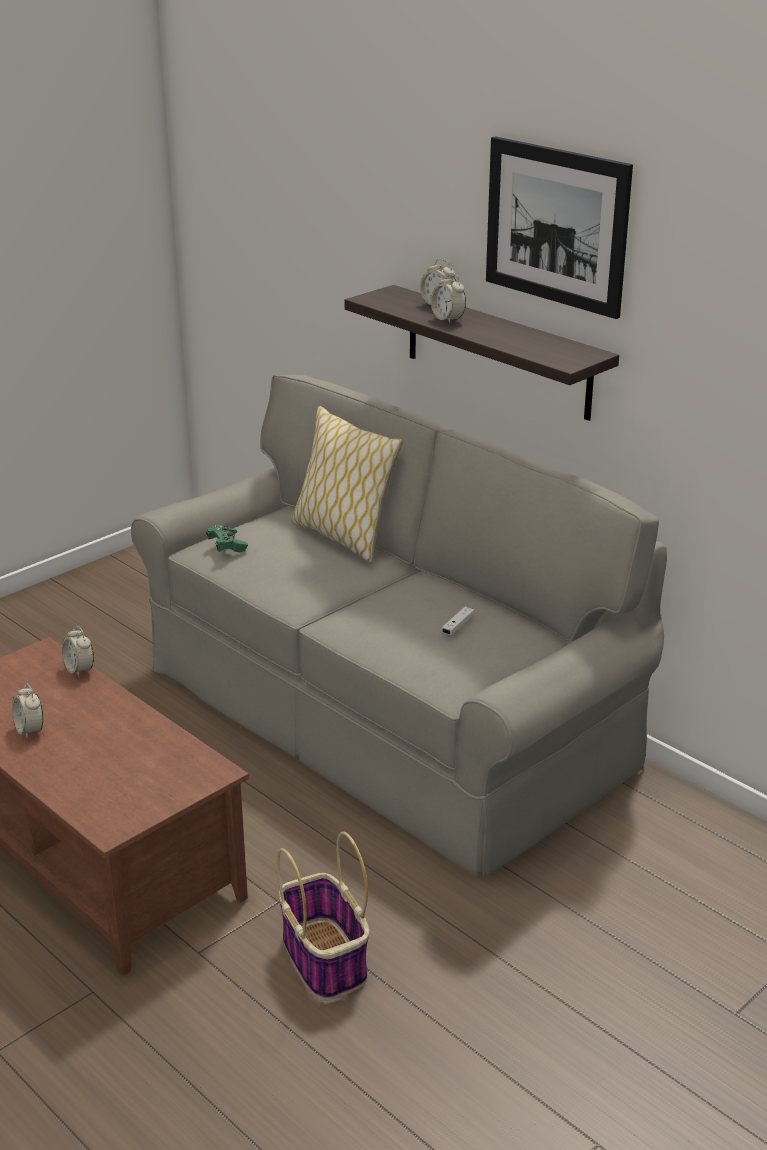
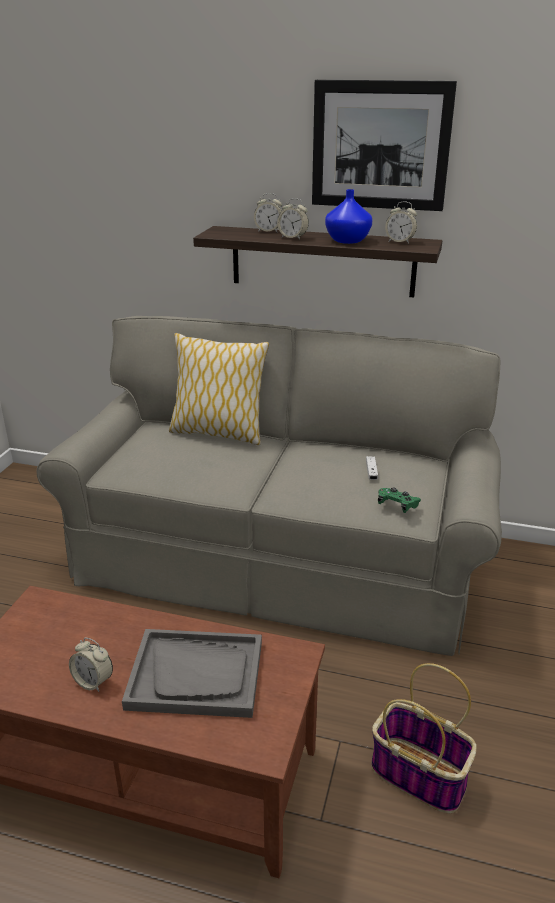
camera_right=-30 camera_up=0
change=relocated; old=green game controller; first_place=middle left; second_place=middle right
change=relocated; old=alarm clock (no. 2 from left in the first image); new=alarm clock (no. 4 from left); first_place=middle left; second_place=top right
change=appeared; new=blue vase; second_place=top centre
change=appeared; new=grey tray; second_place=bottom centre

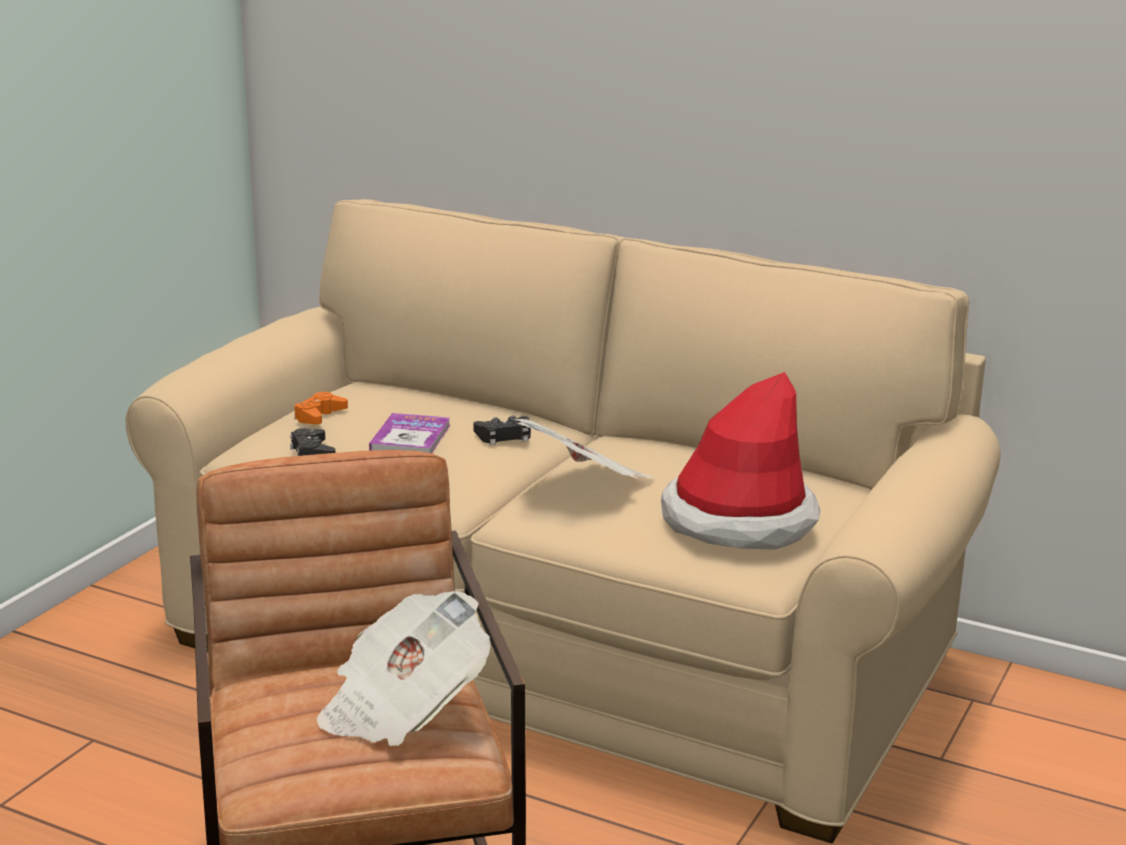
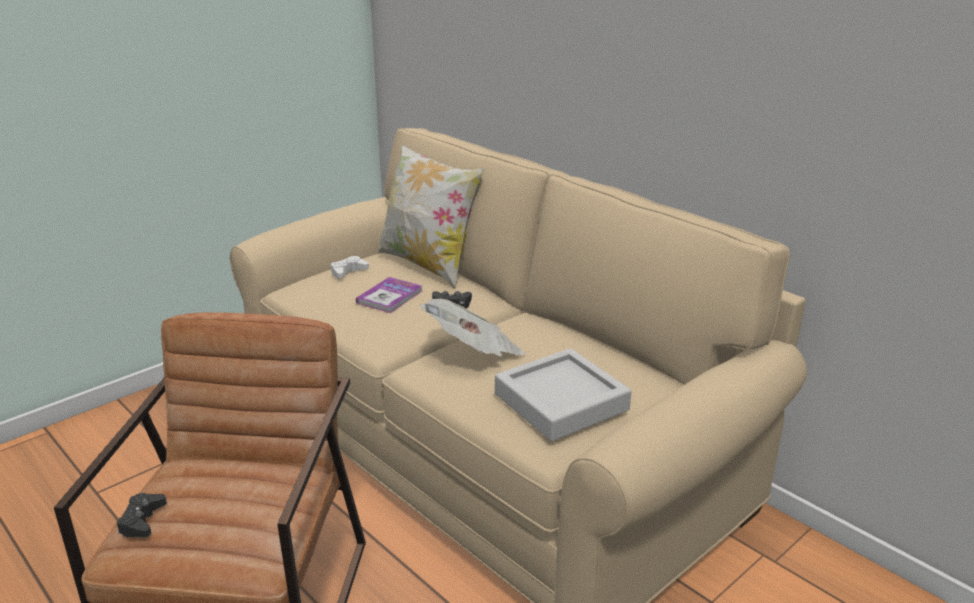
camera_right=20 camera_up=5
change=exchanged; old=hat; new=grey tray; first_place=centre; second_place=centre
change=colour; old=orange game controller; new=white game controller; first_place=middle left; second_place=centre
change=relocated; old=black game controller (no. 1 from left); first_place=middle left; second_place=bottom left
change=missing; old=newspaper (no. 1 from left); first_place=bottom centre
change=appeared; new=pillow; second_place=centre

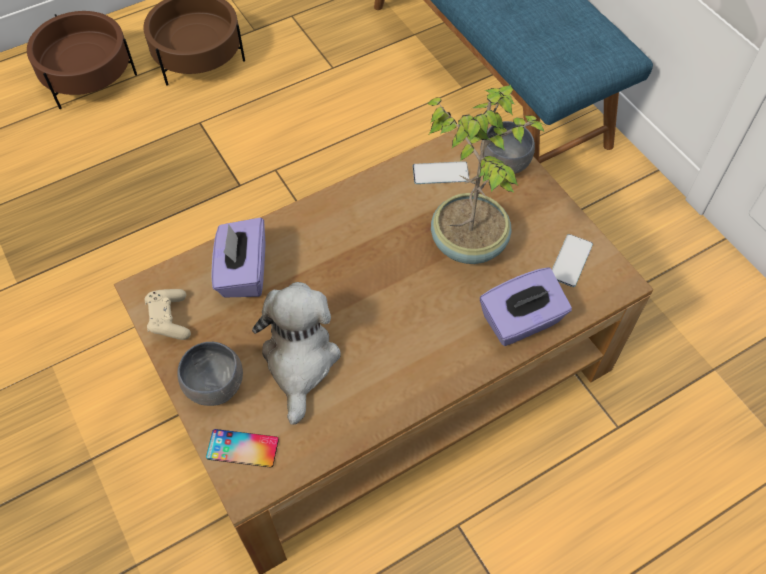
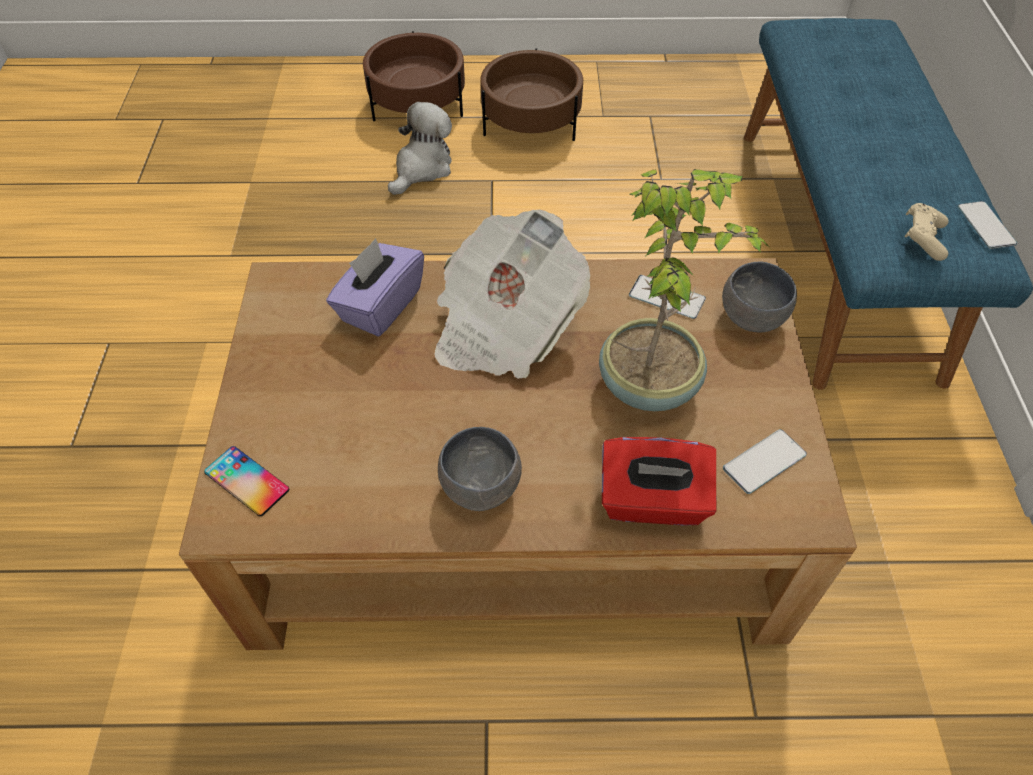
camera_right=30 camera_up=-5
change=colour; old=purple tissue box (no. 2 from left); new=red tissue box; first_place=middle right; second_place=centre
change=relocated; old=plush toy; first_place=centre; second_place=top centre
change=relocated; old=beige game controller; first_place=middle left; second_place=top right
change=relocated; old=grey bowl (no. 1 from left); first_place=middle left; second_place=centre
change=appeared; new=phone (no. 4 from left); second_place=top right
change=appeared; new=newspaper; second_place=centre

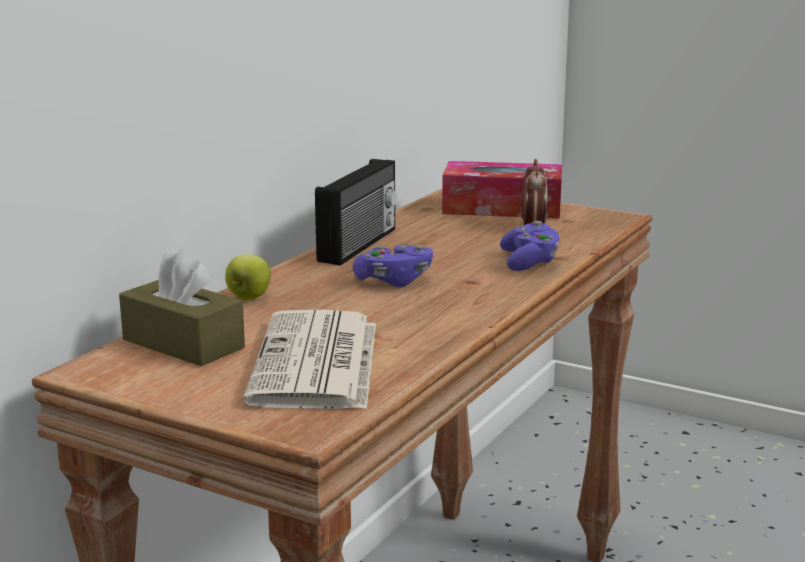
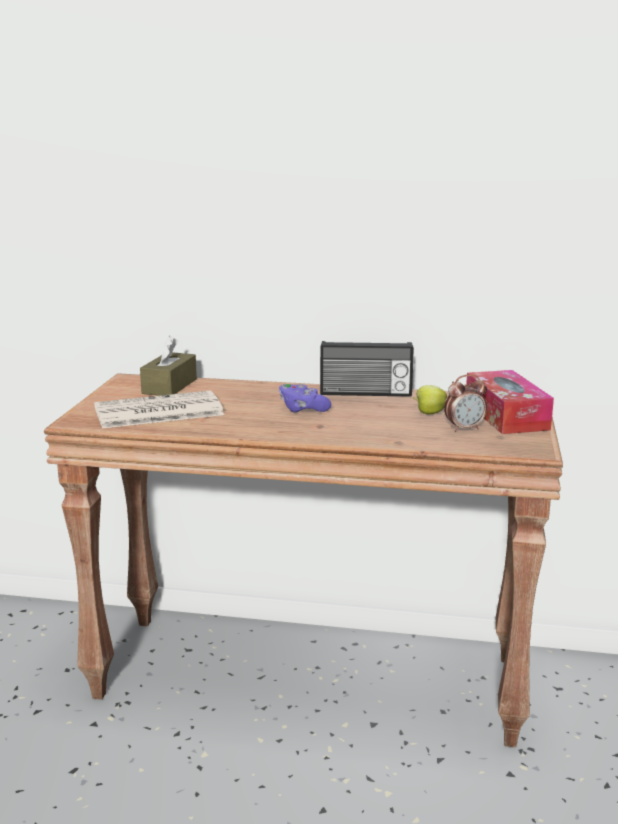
camera_right=70 camera_up=0
change=missing; old=purple game controller (no. 2 from left); first_place=centre
change=relocated; old=apple; first_place=middle left; second_place=middle right

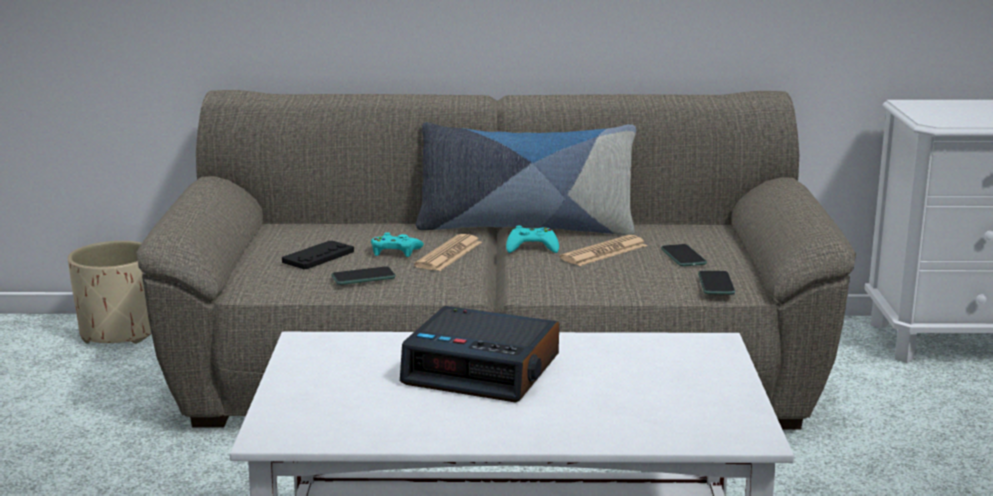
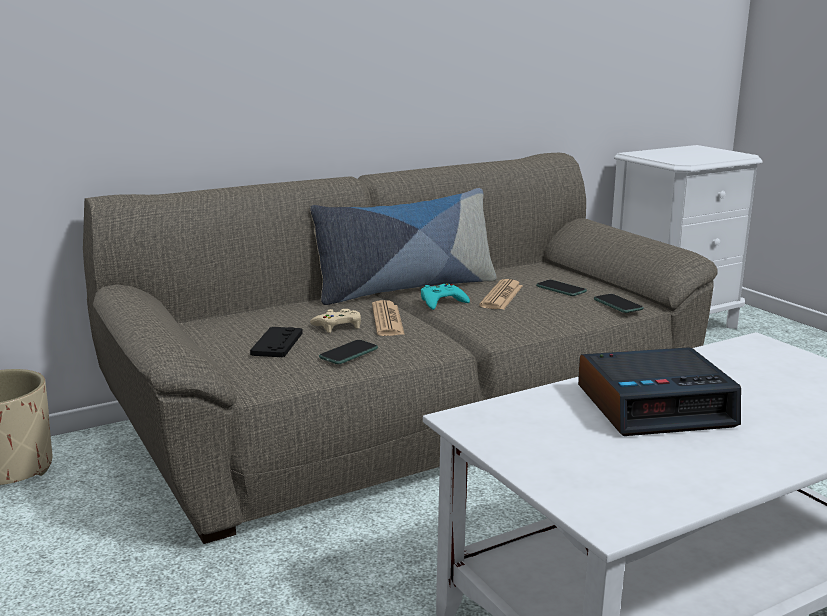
camera_right=-30 camera_up=0
change=colour; old=turquoise game controller (no. 1 from left); new=beige game controller; first_place=centre; second_place=centre

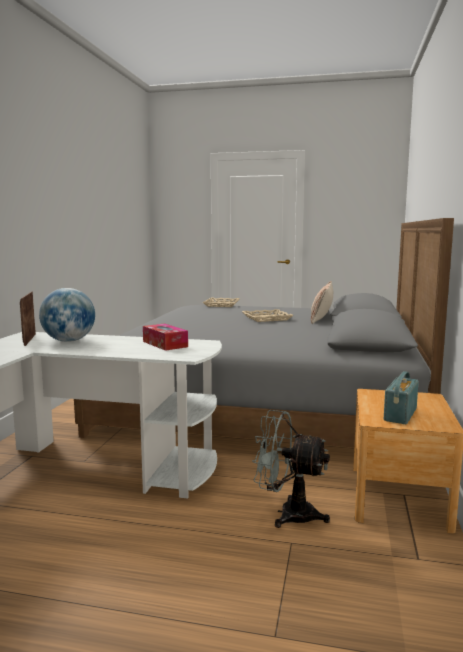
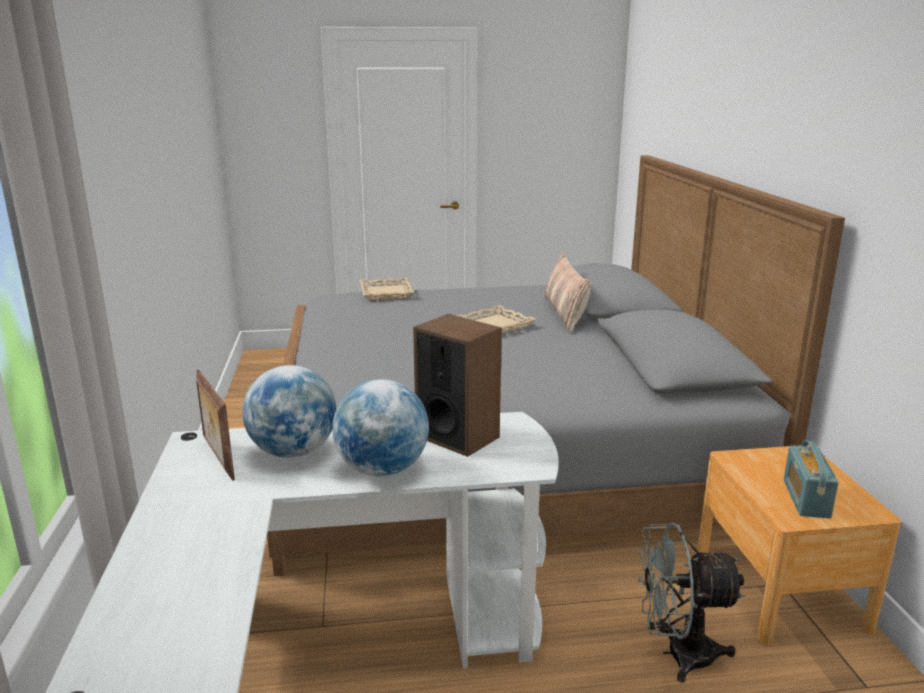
camera_right=-20 camera_up=10
change=exchanged; old=tissue box; new=speaker; first_place=centre; second_place=centre
change=appeared; new=globe (no. 2 from left); second_place=centre

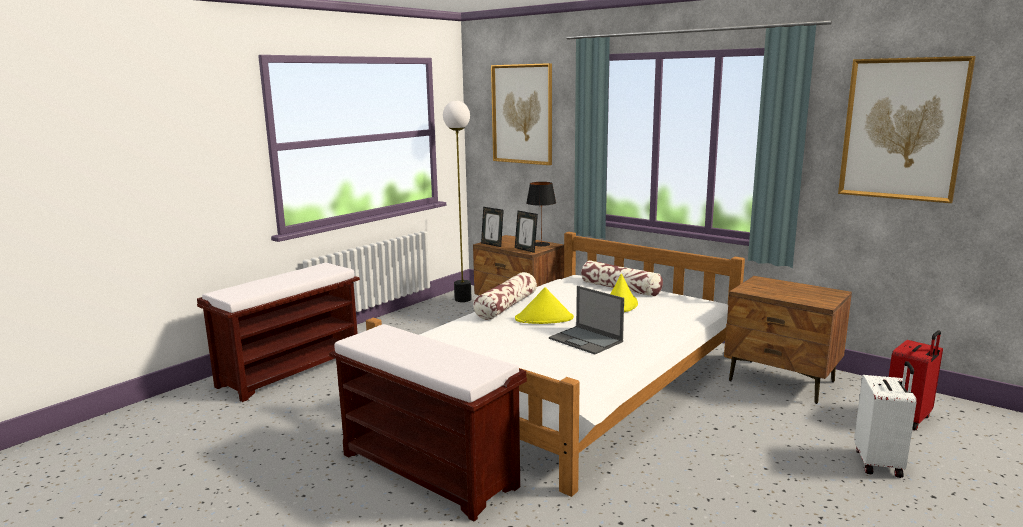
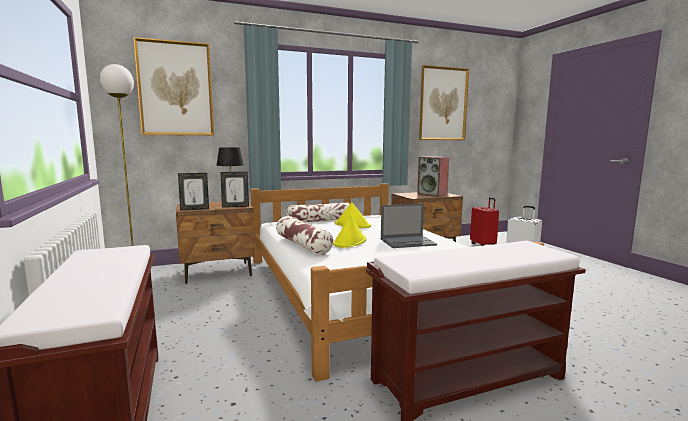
camera_right=-60 camera_up=-5
change=appeared; new=speaker; second_place=centre

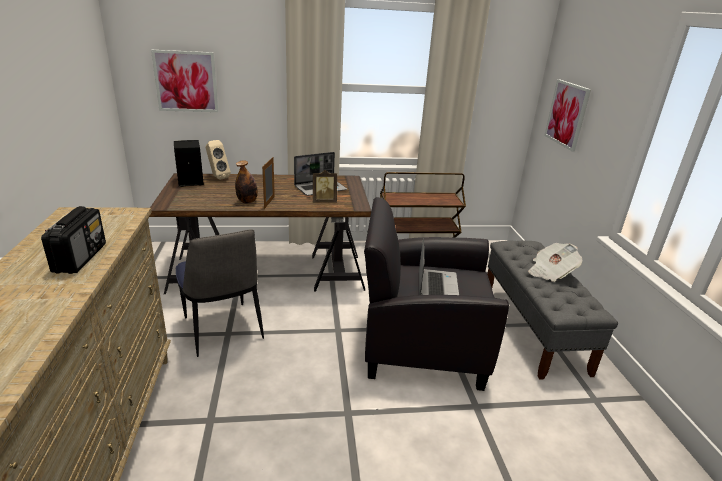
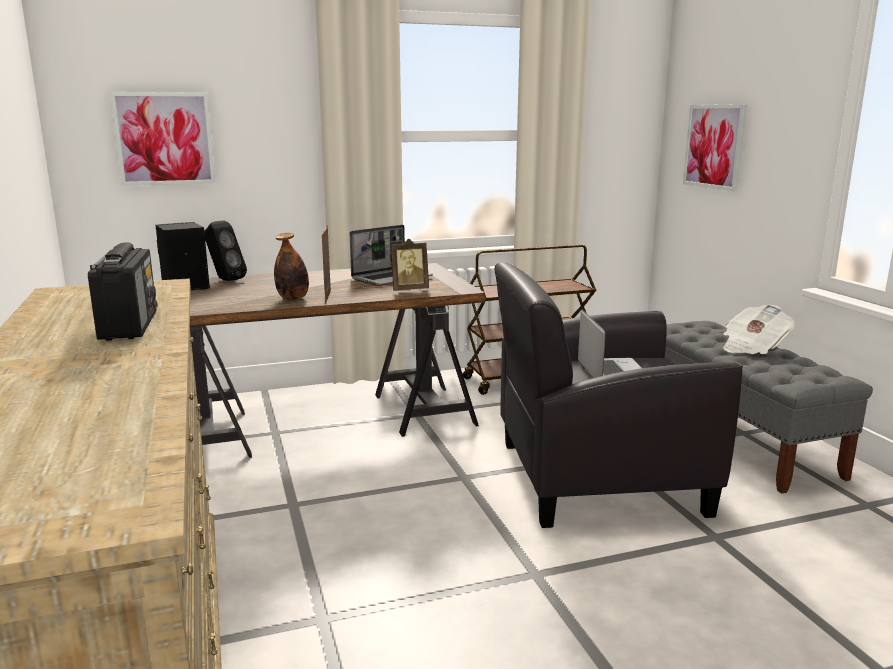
camera_right=-10 camera_up=-10
change=colour; old=beige speaker; new=black speaker (no. 2 from left); first_place=top left; second_place=middle left
change=missing; old=chair; first_place=middle left

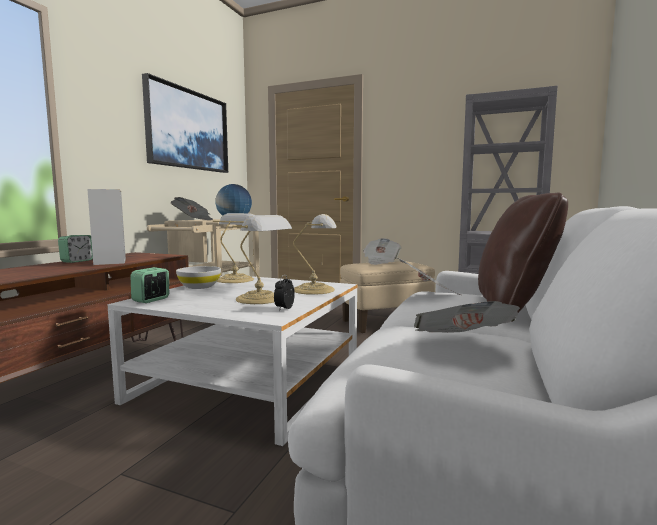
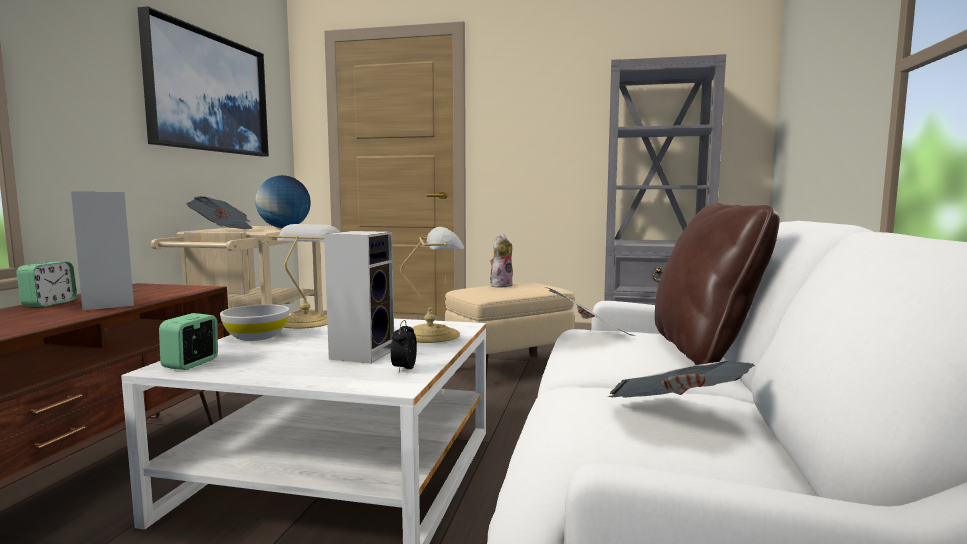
camera_right=-10 camera_up=0
change=exchanged; old=table lamp (no. 2 from left); new=speaker (no. 2 from left); first_place=centre; second_place=centre
change=exchanged; old=newspaper (no. 2 from left); new=plush toy; first_place=centre; second_place=centre

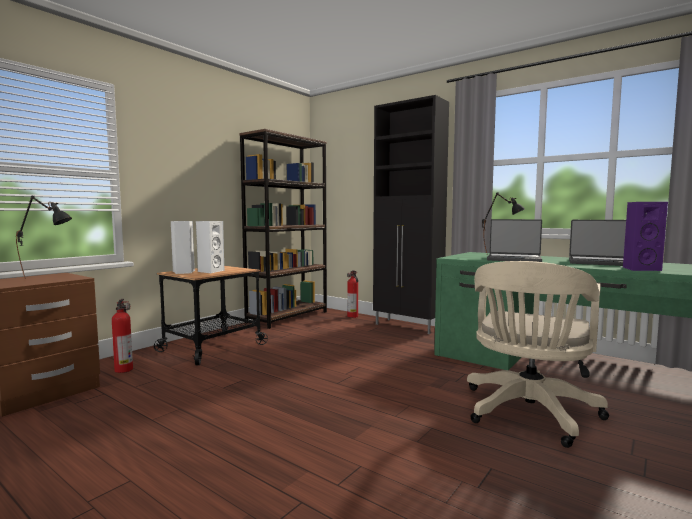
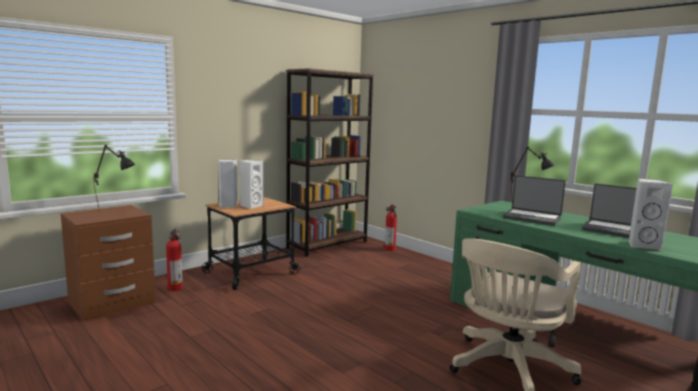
camera_right=10 camera_up=5
change=missing; old=black cabinet; first_place=centre
change=colour; old=purple speaker; new=white speaker (no. 3 from left); first_place=middle right; second_place=middle right

